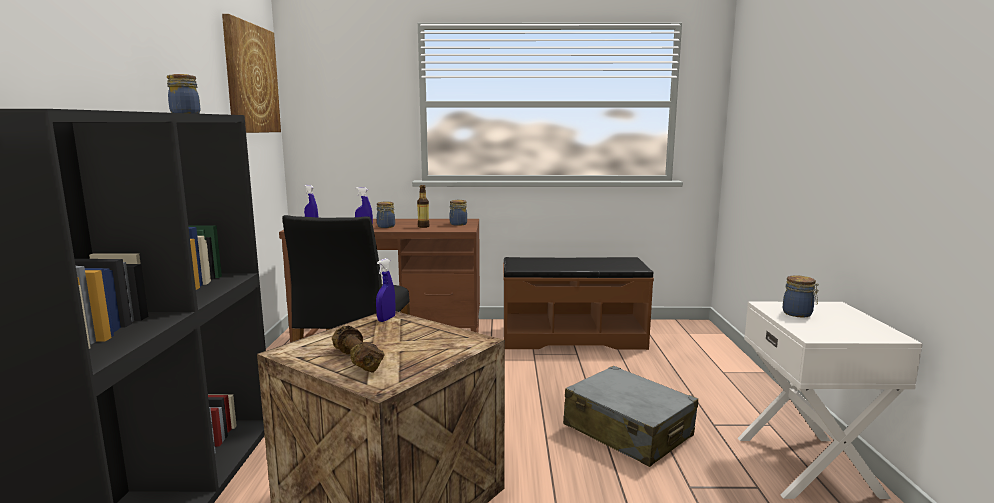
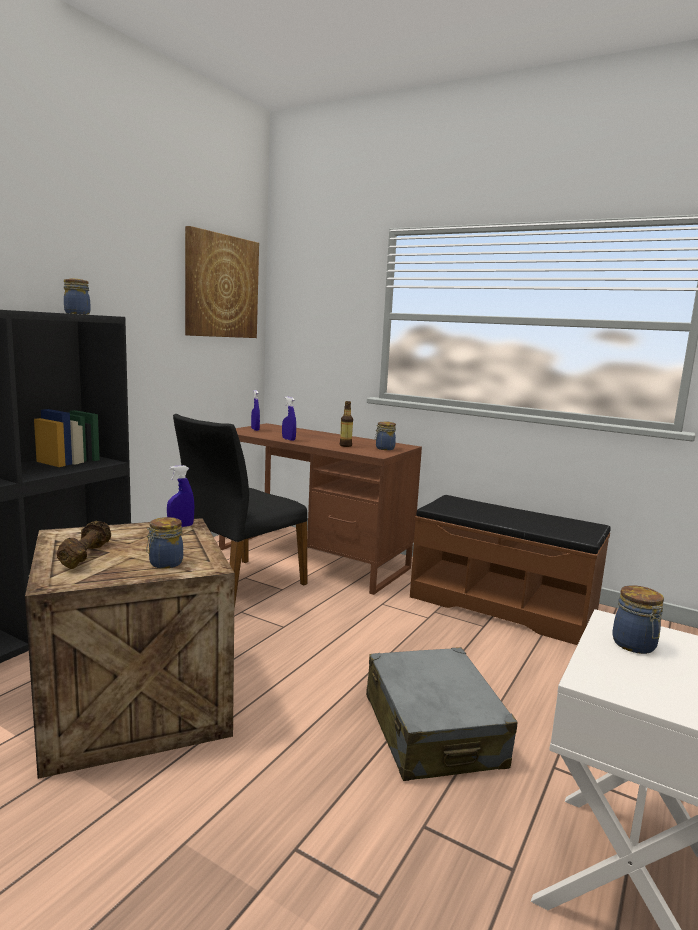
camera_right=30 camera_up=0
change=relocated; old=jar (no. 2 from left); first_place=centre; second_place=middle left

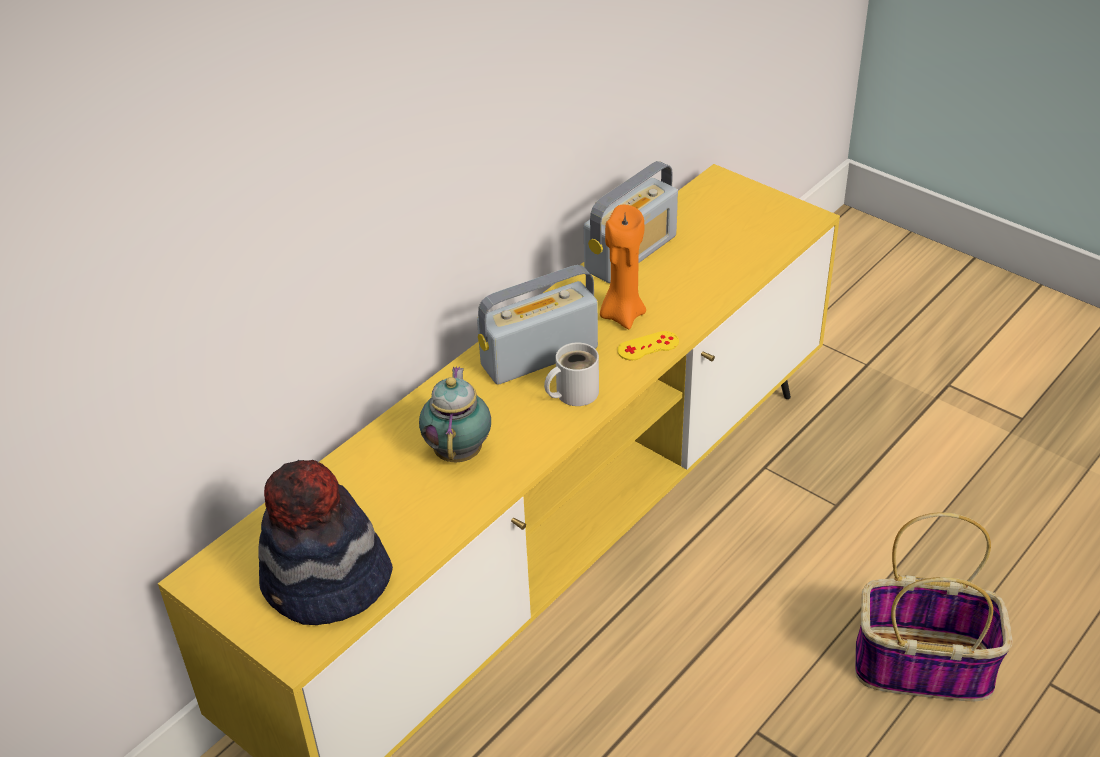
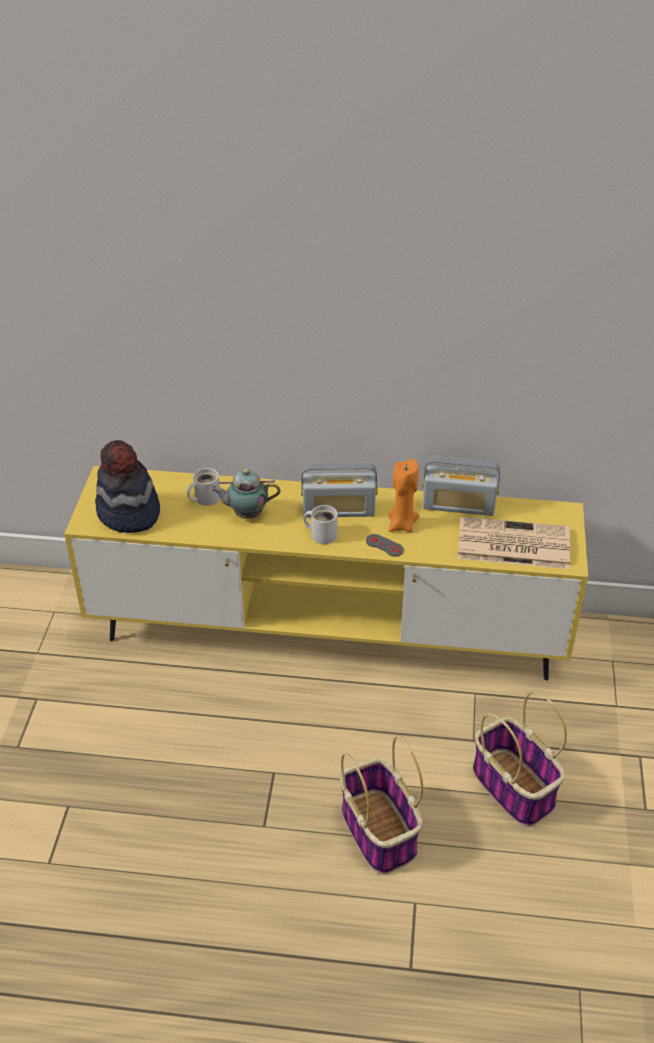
camera_right=55 camera_up=0
change=spun; old=radio (no. 1 from left); first_place=centre; second_place=centre; degrees=150
change=colour; old=yellow game controller; new=grey game controller; first_place=centre; second_place=centre
change=spun; old=teapot; first_place=centre; second_place=centre; degrees=-150
change=appeared; new=white mug (no. 1 from left); second_place=middle left
change=appeared; new=newspaper; second_place=middle right
change=appeared; new=basket (no. 2 from left); second_place=bottom right

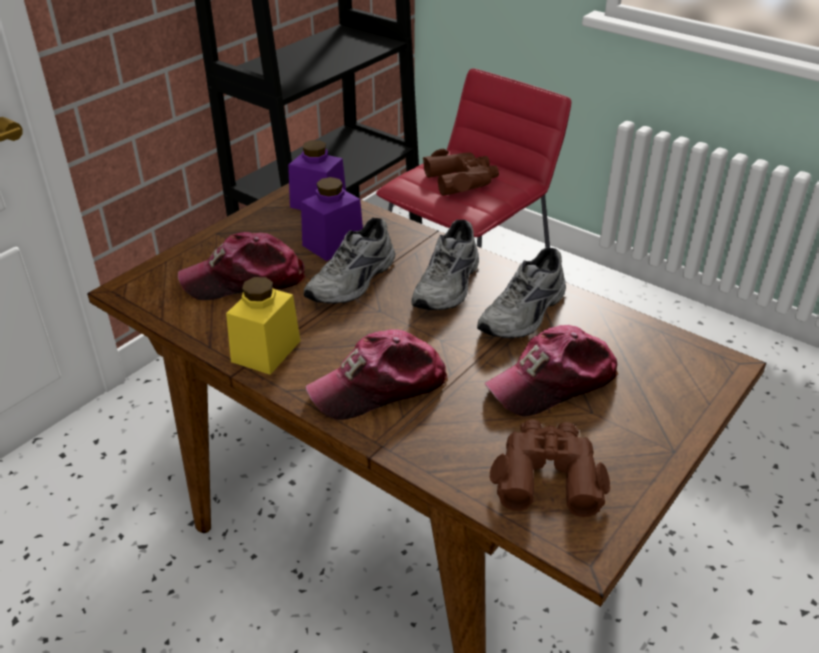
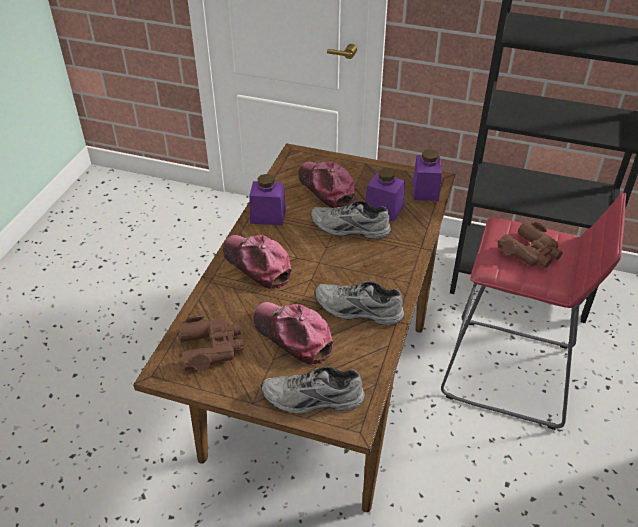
camera_right=70 camera_up=5
change=relocated; old=grey shoe (no. 2 from left in the first image); new=grey shoe (no. 1 from left); first_place=centre; second_place=bottom centre
change=colour; old=yellow jar; new=purple jar (no. 1 from left); first_place=middle left; second_place=centre

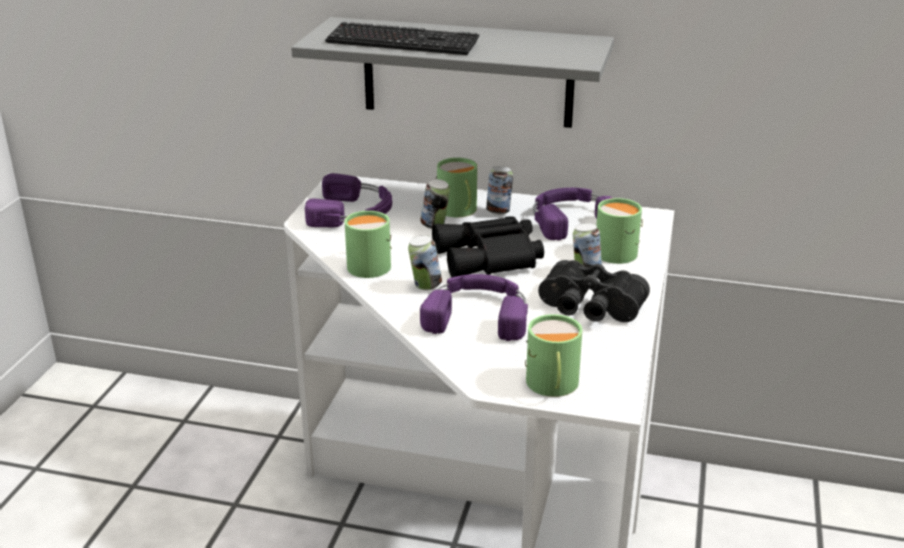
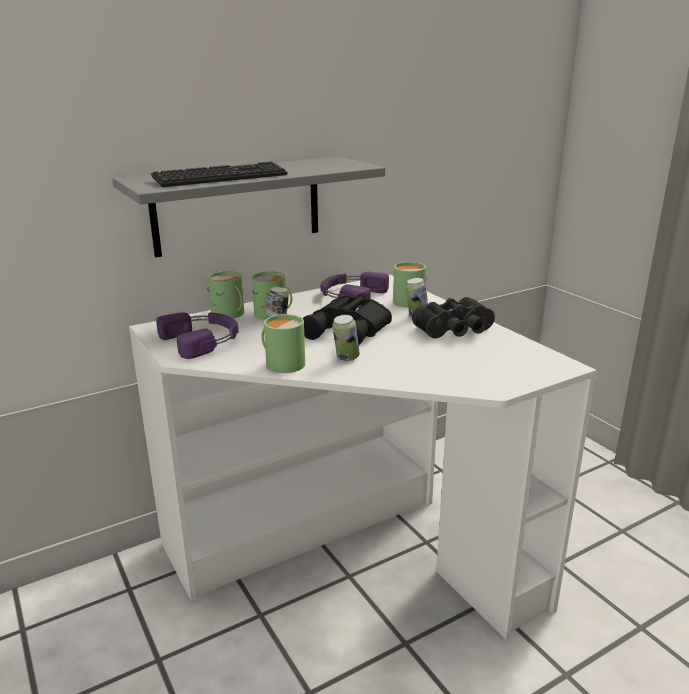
camera_right=-45 camera_up=-5
change=missing; old=can (no. 3 from left); first_place=centre
change=missing; old=purple headphones (no. 2 from left); first_place=centre
change=relocated; old=green mug (no. 3 from left in the first image); new=green mug (no. 1 from left); first_place=centre; second_place=middle left

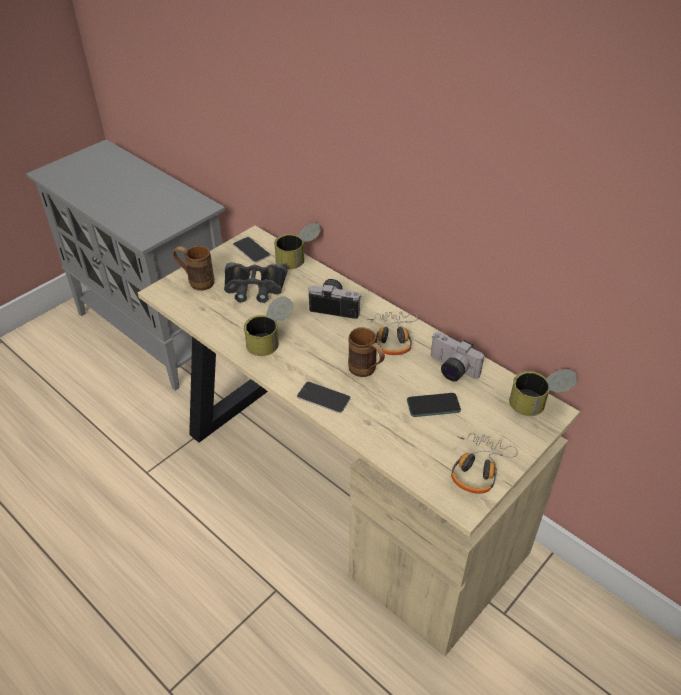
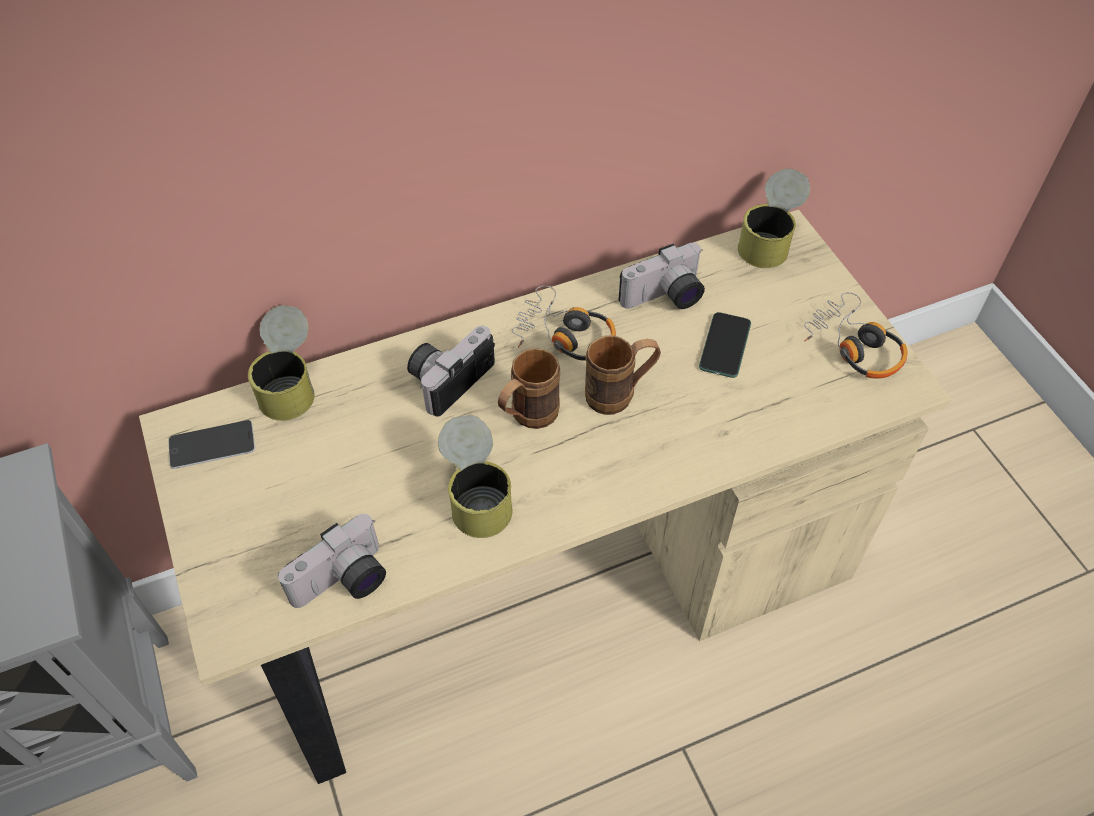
camera_right=-65 camera_up=10
change=relocated; old=brown mug (no. 1 from left); first_place=middle left; second_place=centre
change=missing; old=black binoculars; first_place=centre
change=missing; old=phone (no. 2 from left); first_place=centre
change=appeared; new=photo camera (no. 1 from left); second_place=bottom left

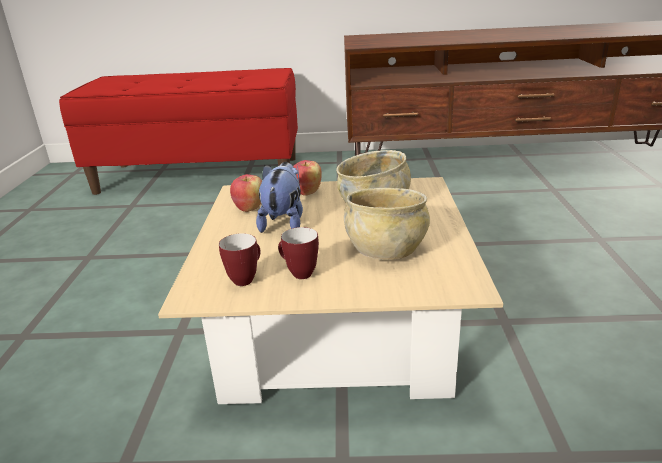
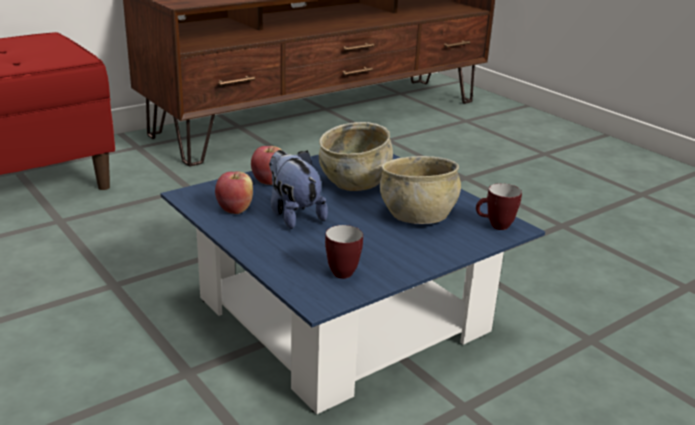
camera_right=-40 camera_up=0
change=colour; old=beige coffee table; new=blue coffee table; first_place=centre; second_place=bottom centre
change=relocated; old=mug (no. 2 from left); first_place=centre; second_place=middle right

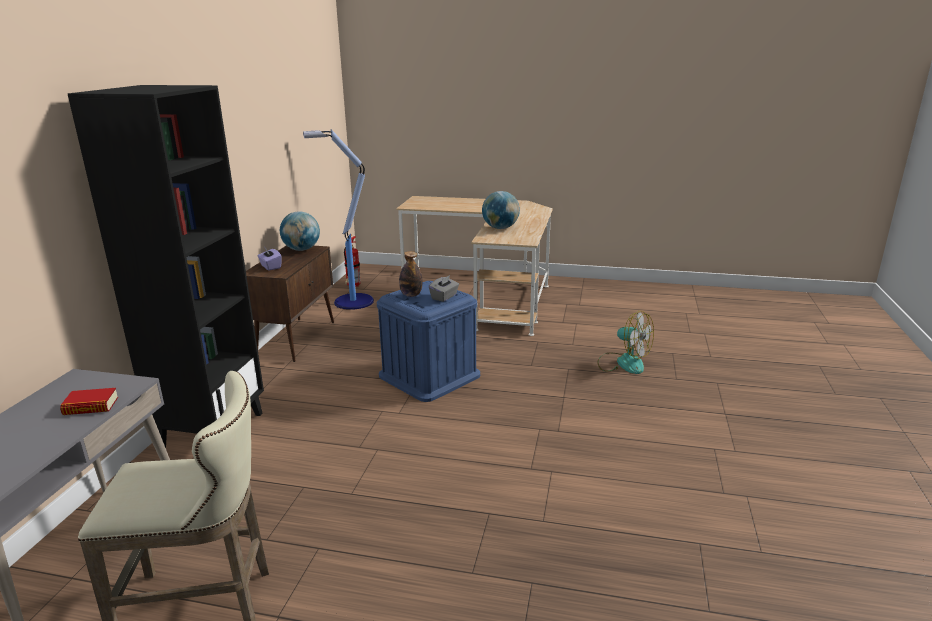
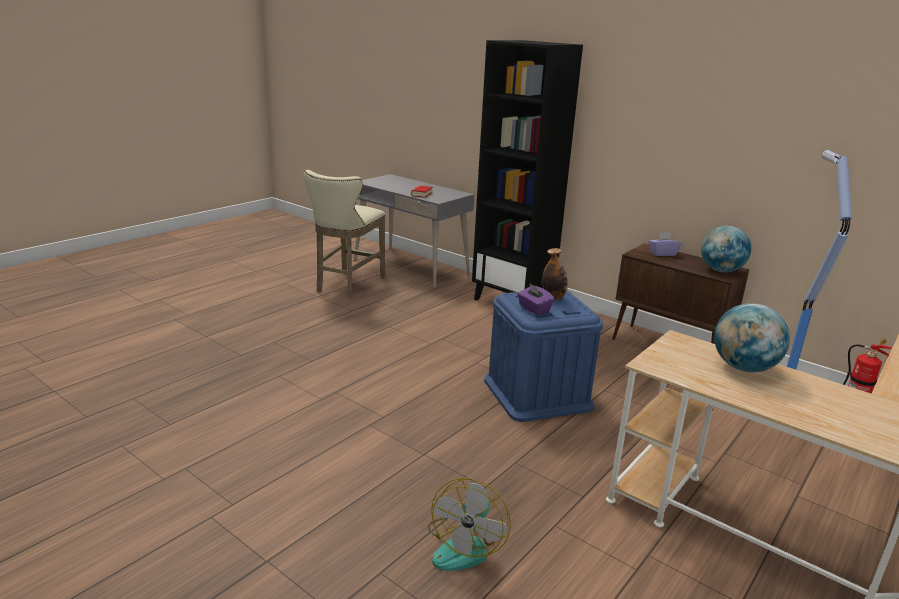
camera_right=115 camera_up=0
change=colour; old=grey tissue box; new=purple tissue box (no. 1 from left); first_place=centre; second_place=centre
change=spun; old=fan; first_place=middle right; second_place=bottom centre; degrees=-45

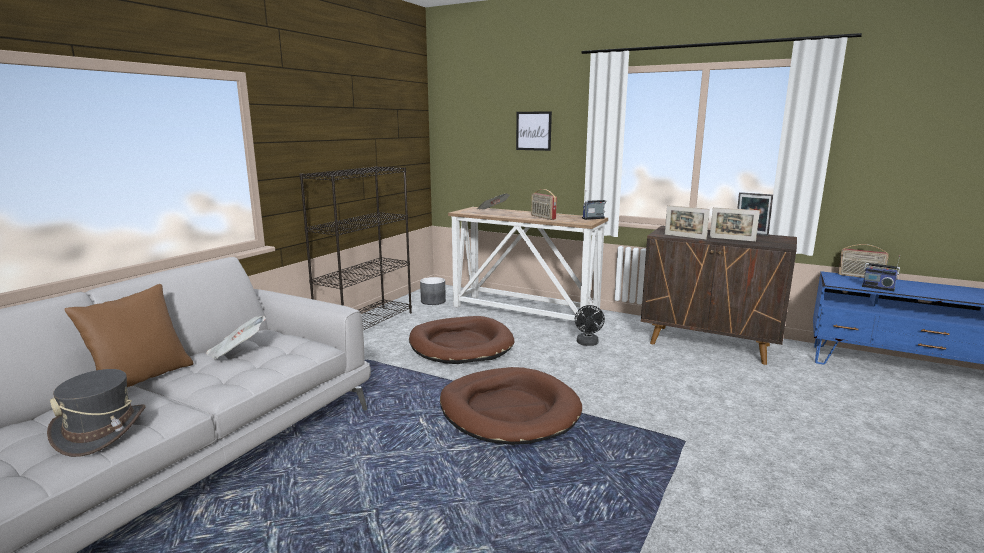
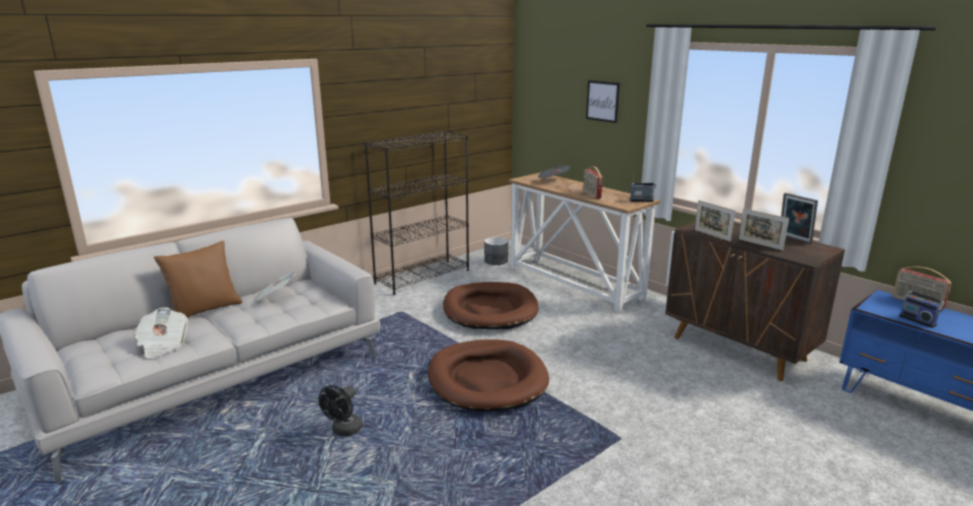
camera_right=20 camera_up=5
change=relocated; old=black fan; first_place=centre; second_place=bottom centre
change=exchanged; old=grey hat; new=newspaper (no. 1 from left); first_place=bottom left; second_place=middle left

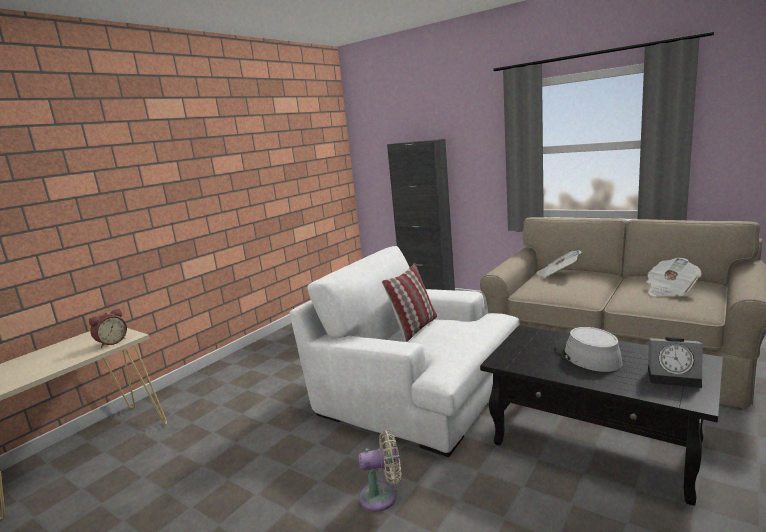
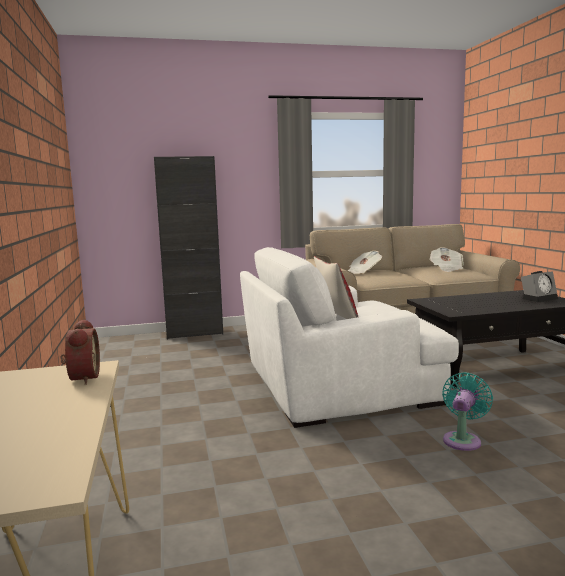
camera_right=-50 camera_up=-5
change=missing; old=grey hat; first_place=middle right
change=colour; old=beige fan; new=turquoise fan; first_place=bottom centre; second_place=bottom right

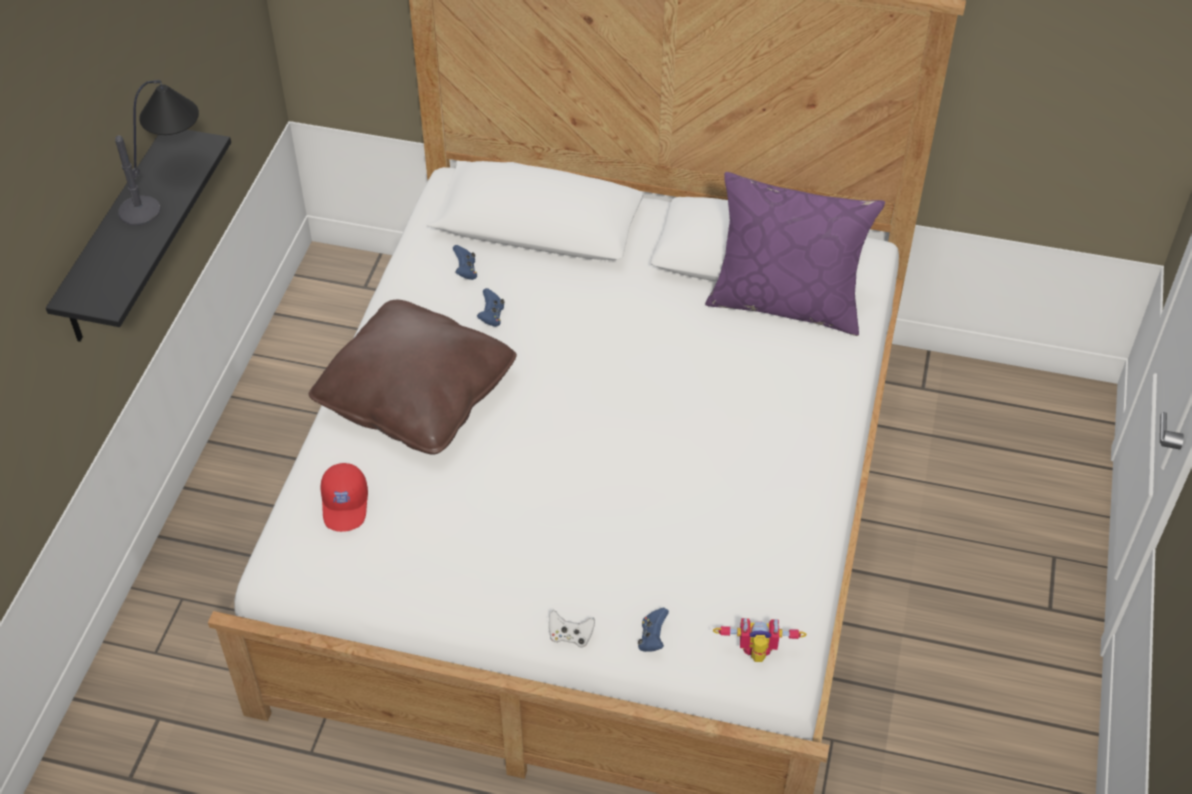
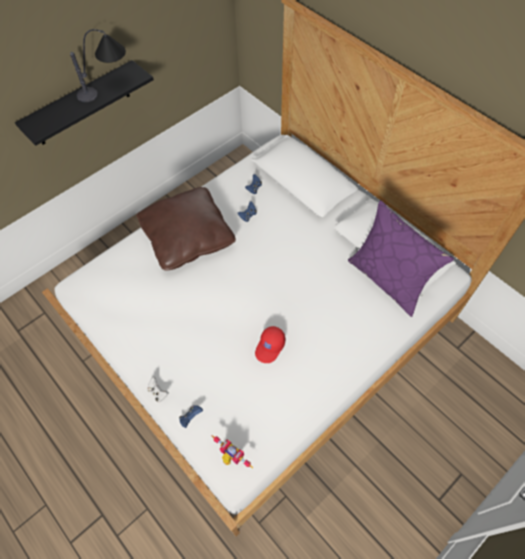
camera_right=35 camera_up=10
change=relocated; old=red cap; first_place=middle left; second_place=centre

